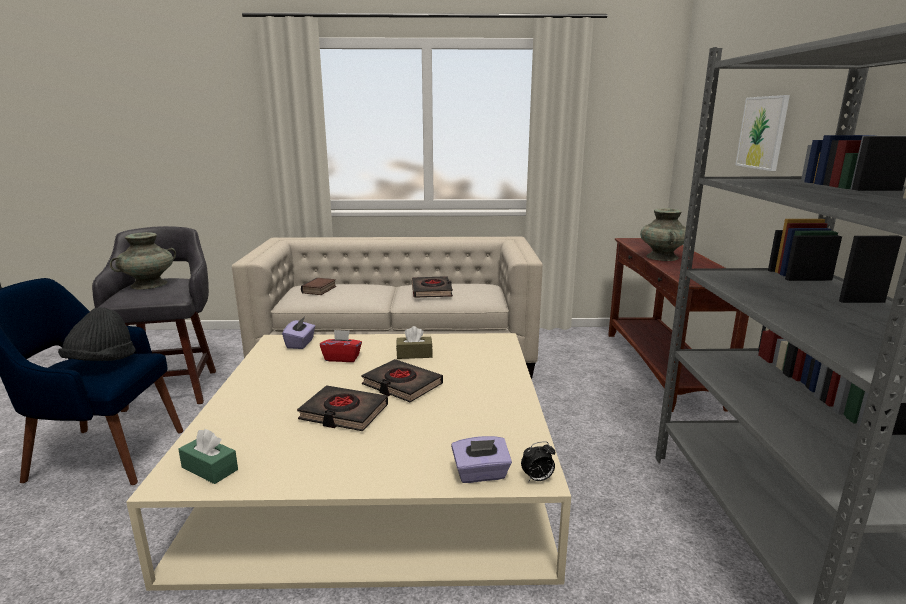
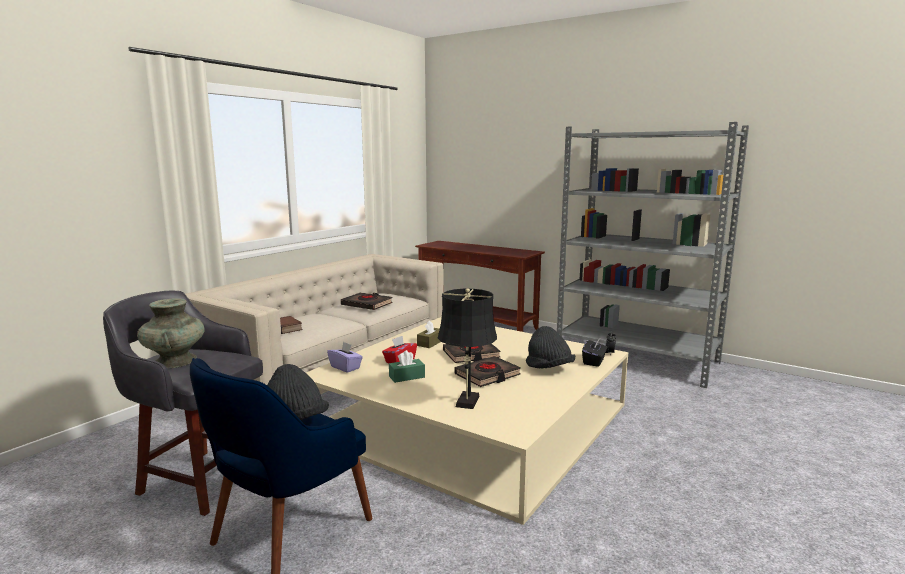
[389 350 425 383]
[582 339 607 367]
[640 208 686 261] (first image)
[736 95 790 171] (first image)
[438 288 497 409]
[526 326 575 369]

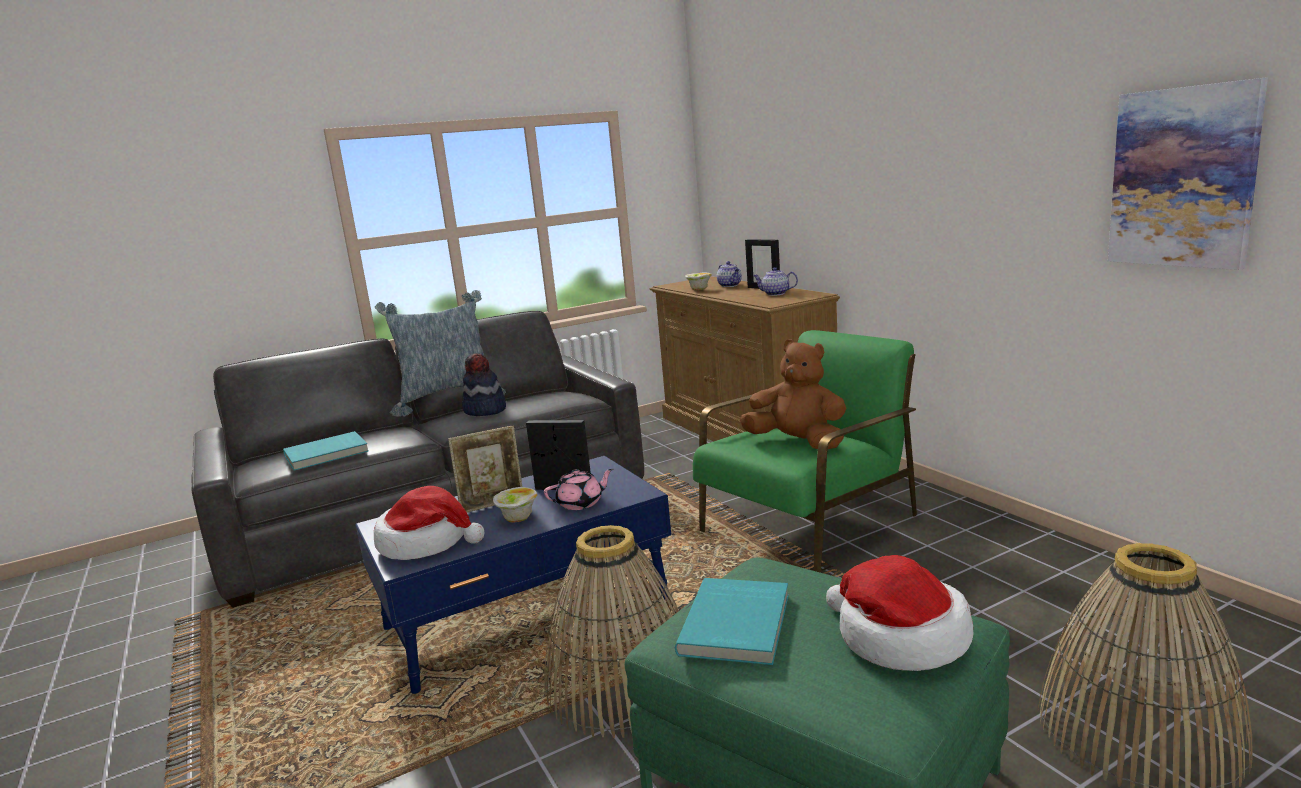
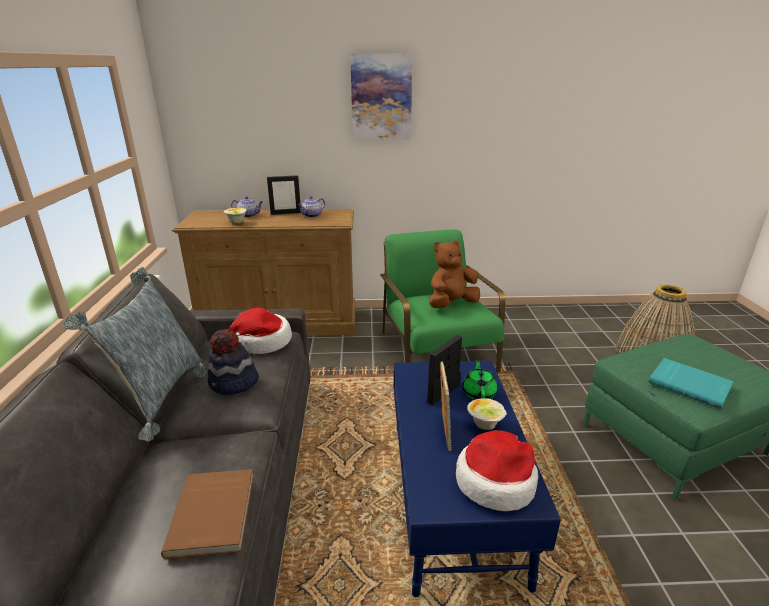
[161 469 254 559]
[462 360 498 400]
[544 525 679 738] (first image)
[229 308 292 354]
[350 53 413 140]

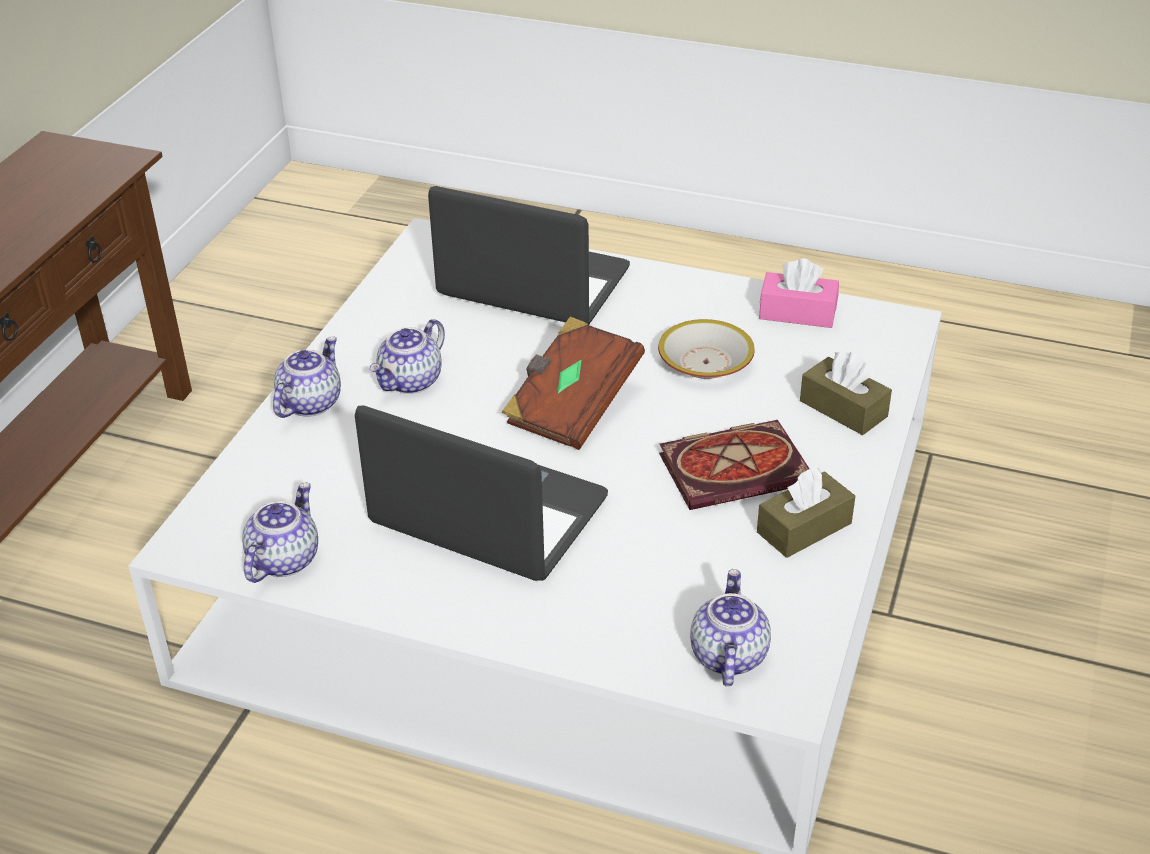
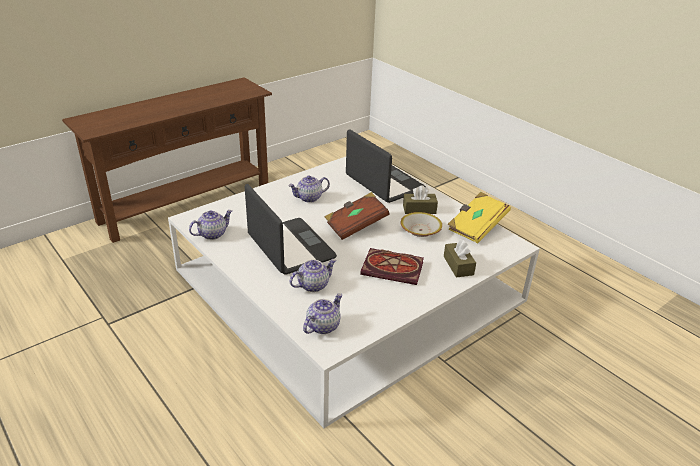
[290 259 337 292]
[403 185 438 214]
[448 192 511 244]

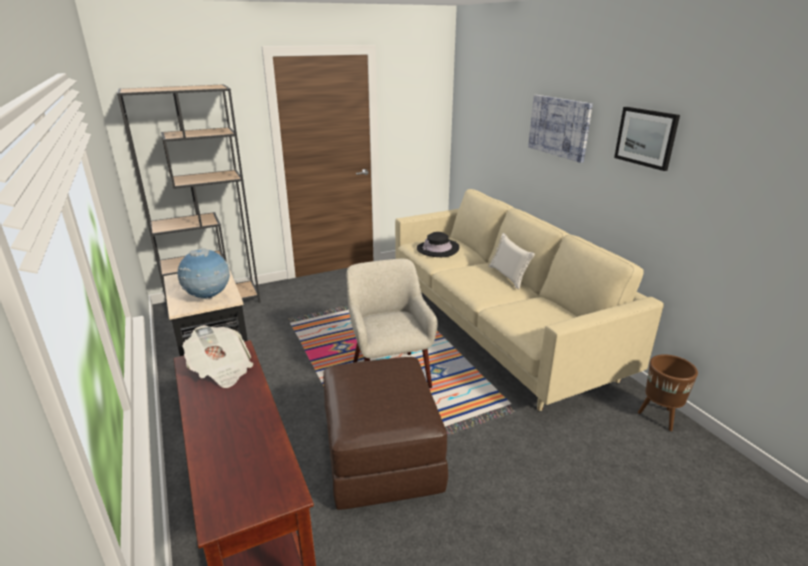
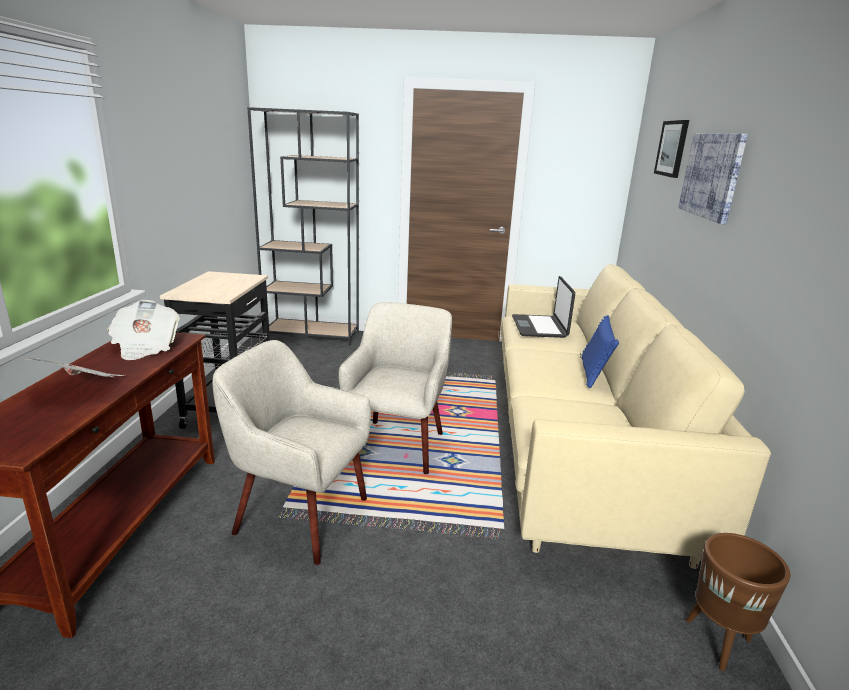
[177 248 230 299] (first image)
[212 340 371 565]
[512 276 575 338]
[580 315 619 388]
[654 120 689 178]
[25 357 124 377]

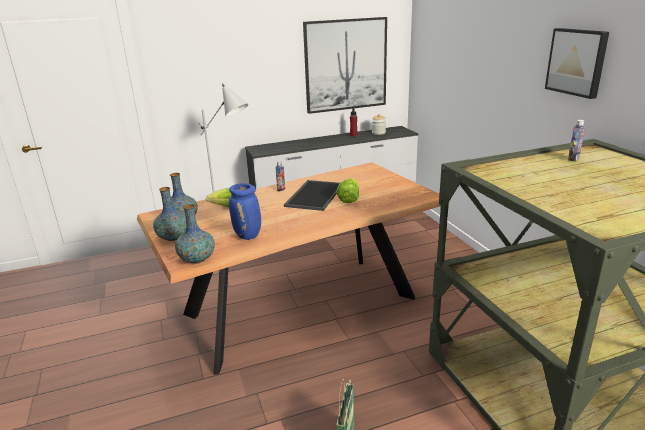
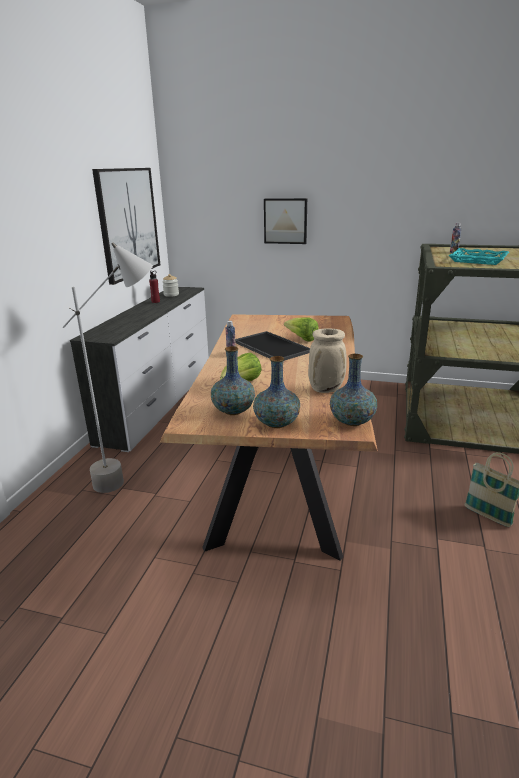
[308 329 347 393]
[264 198 307 244]
[449 248 509 265]

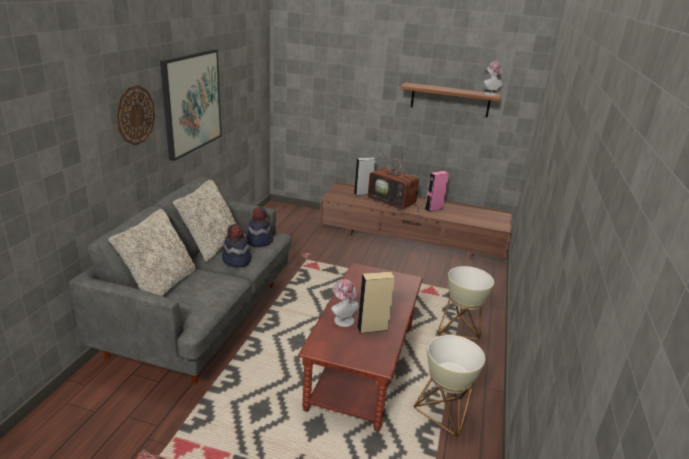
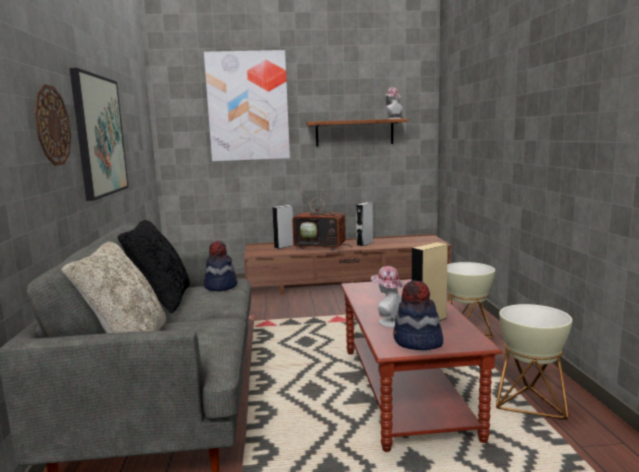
[118 220 190 313]
[393 281 443 350]
[356 202 373 246]
[204 50 290 161]

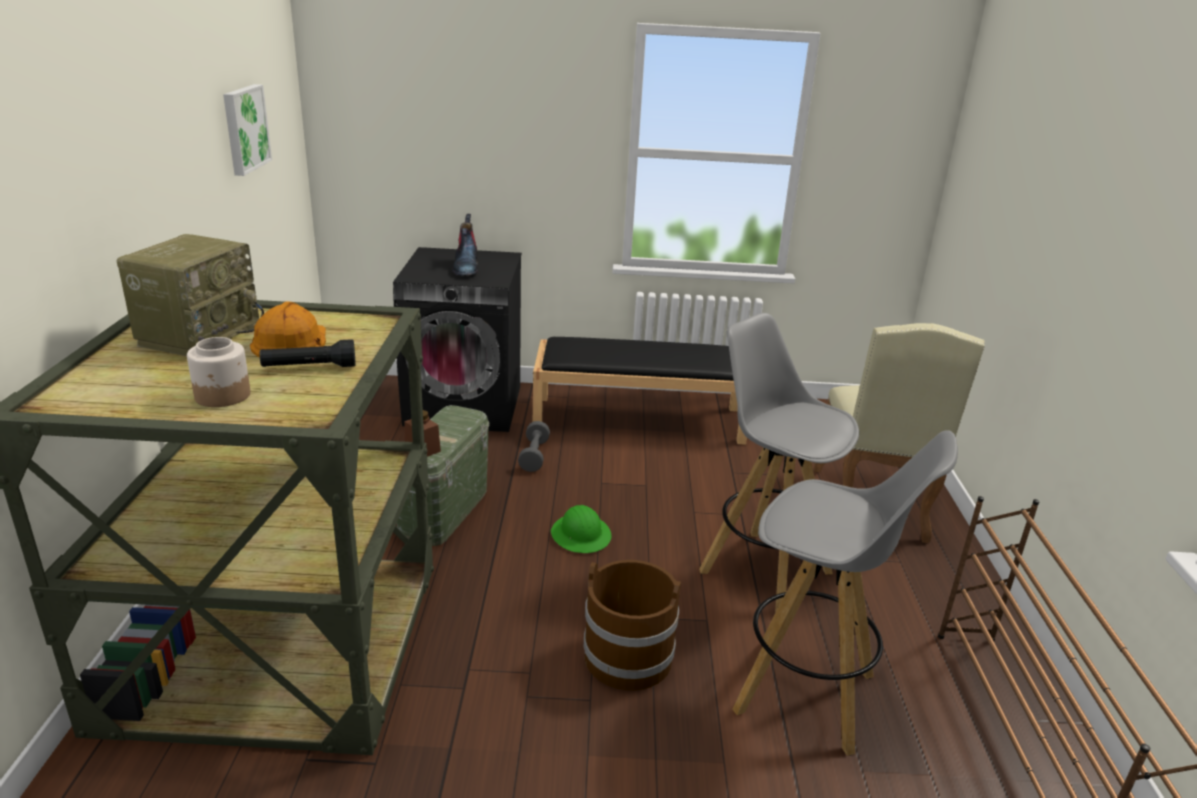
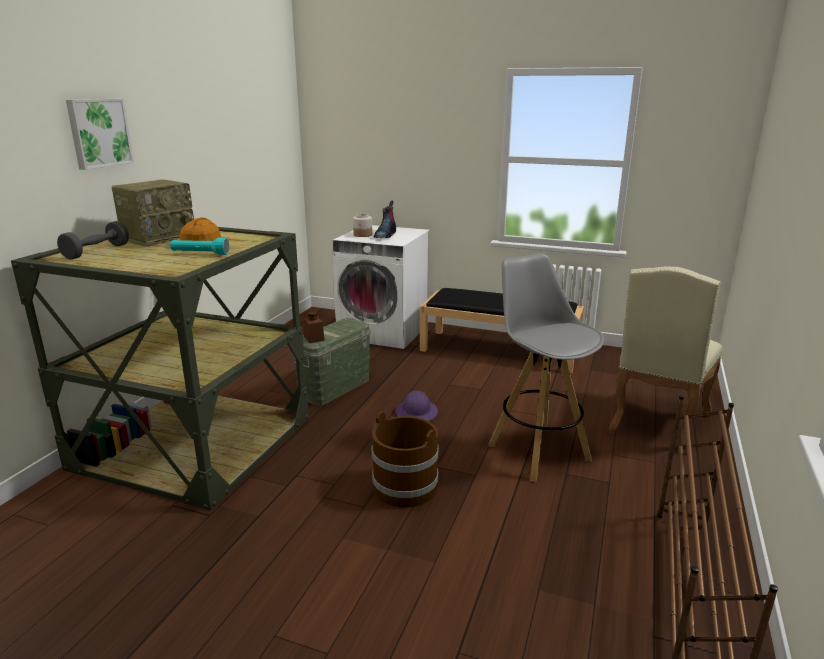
[353 213 372 237]
[66 99 134 170]
[170 238 229 255]
[333 225 430 349]
[57 221 129 260]
[395 390 438 421]
[732 430 958 756] (first image)

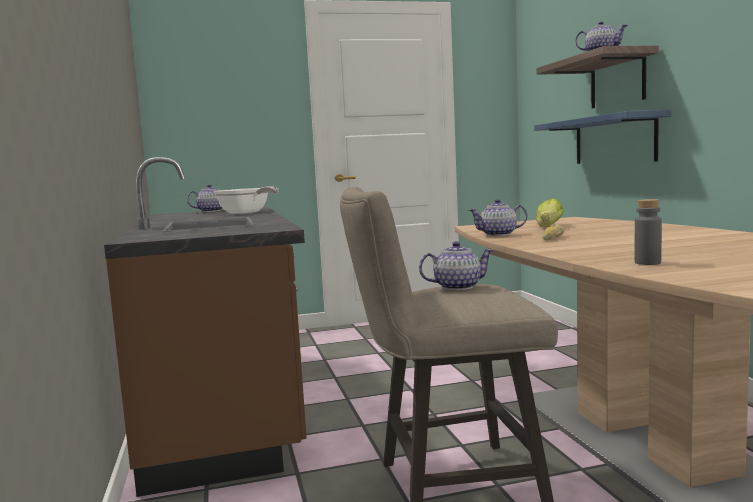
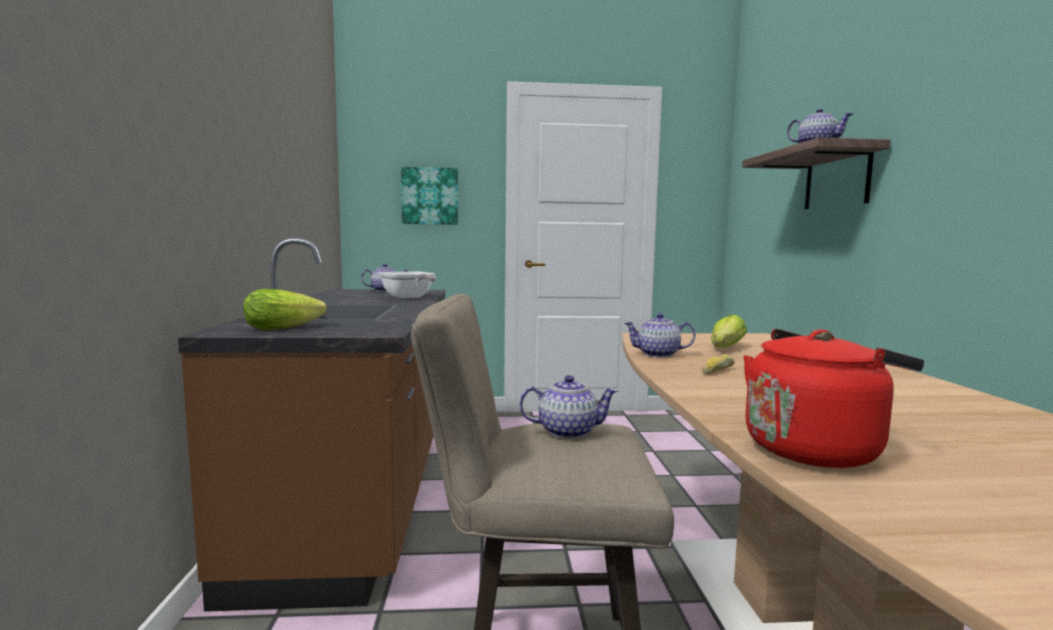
[534 109 672 164] (first image)
[743 329 924 468]
[243 289 327 330]
[401 167 458 225]

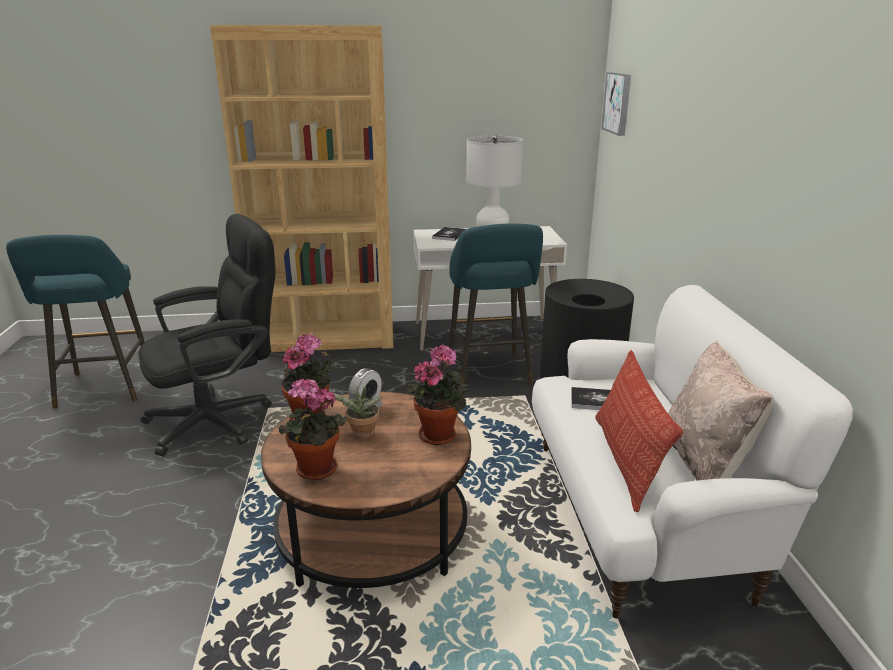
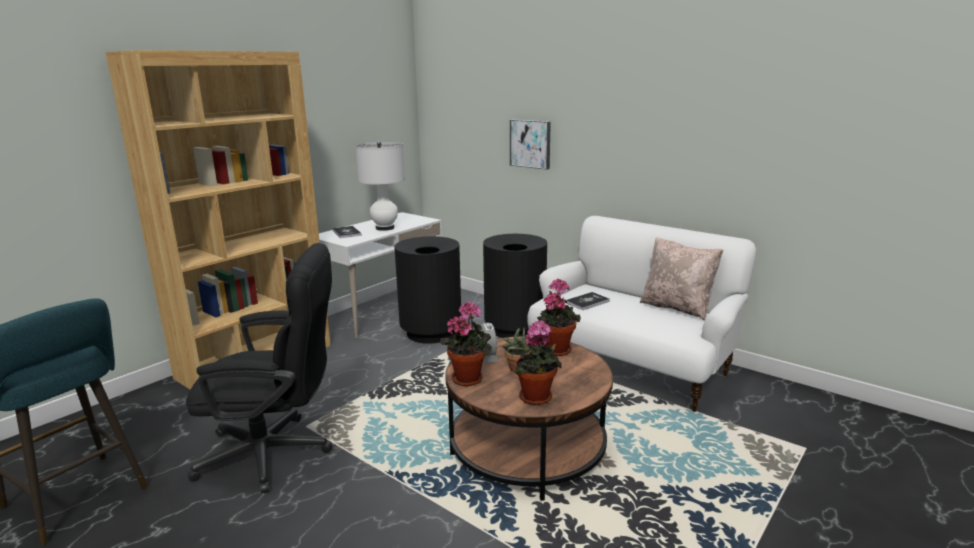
[186 243 333 494]
[394 236 461 344]
[595 350 683 512] (first image)
[510 120 551 170]

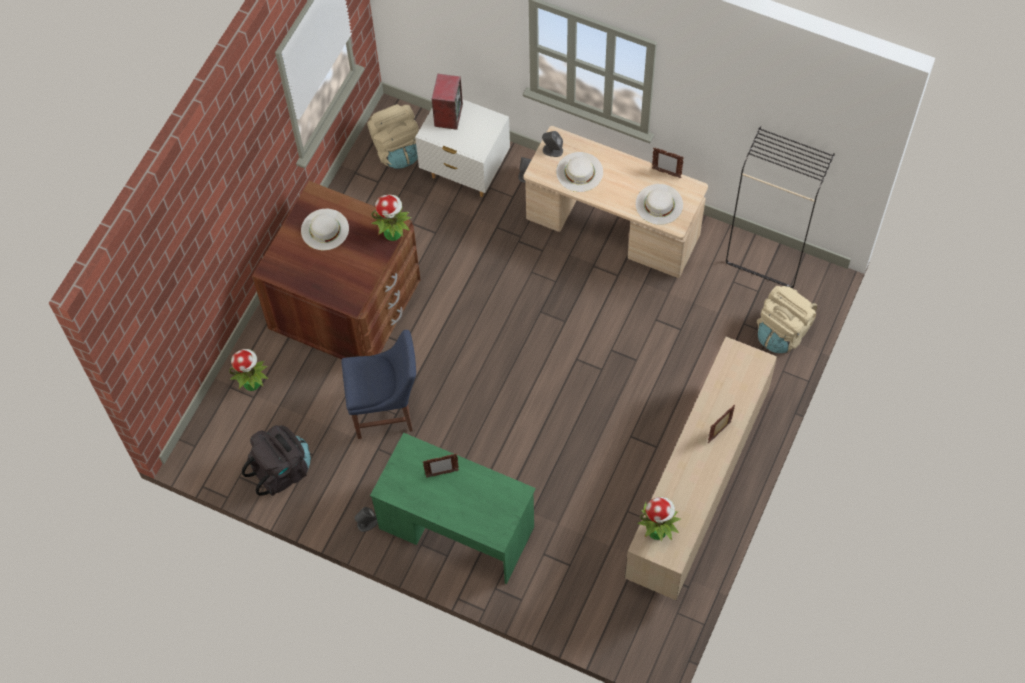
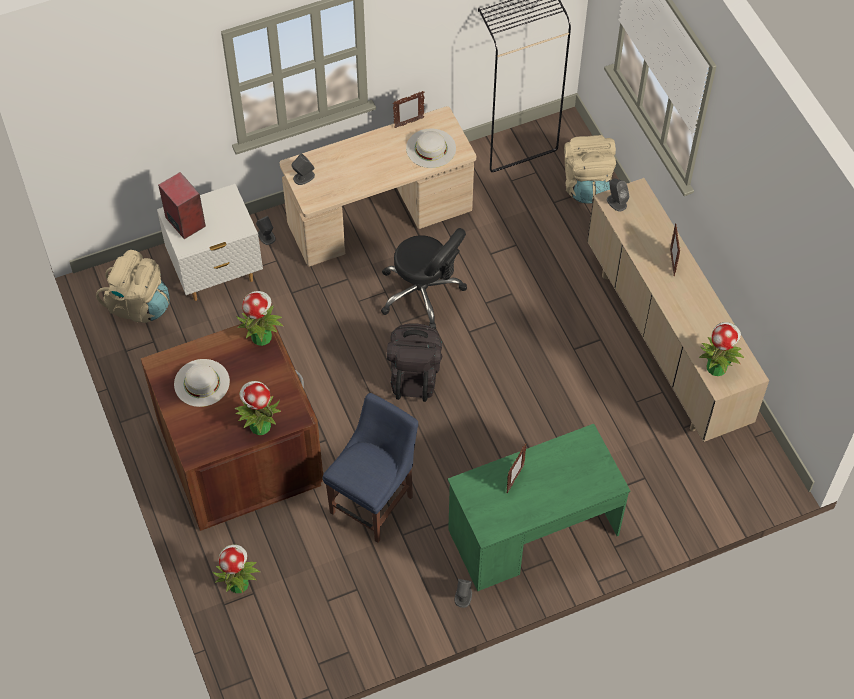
[387 323 442 402]
[556 152 603 192] (first image)
[234 381 281 435]
[381 228 467 329]
[607 178 629 212]

